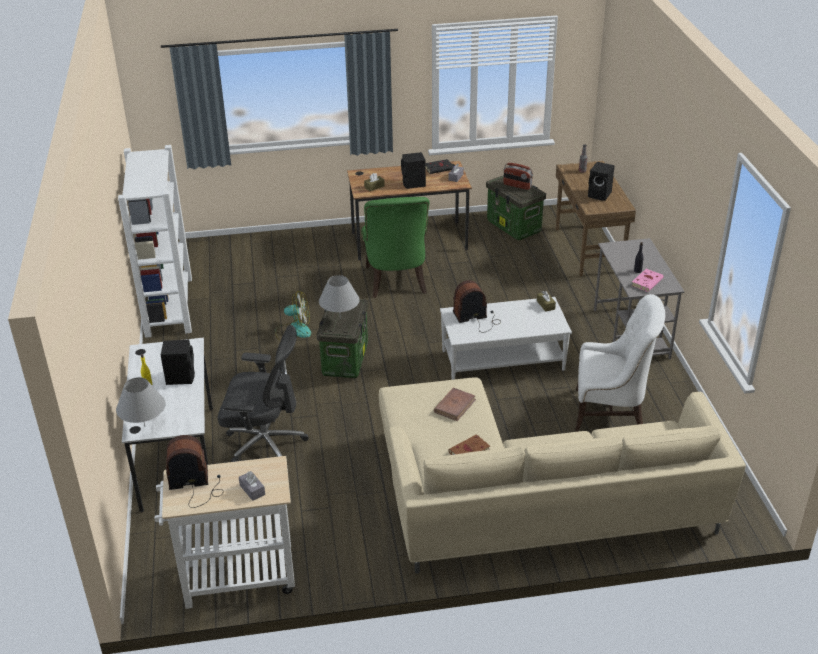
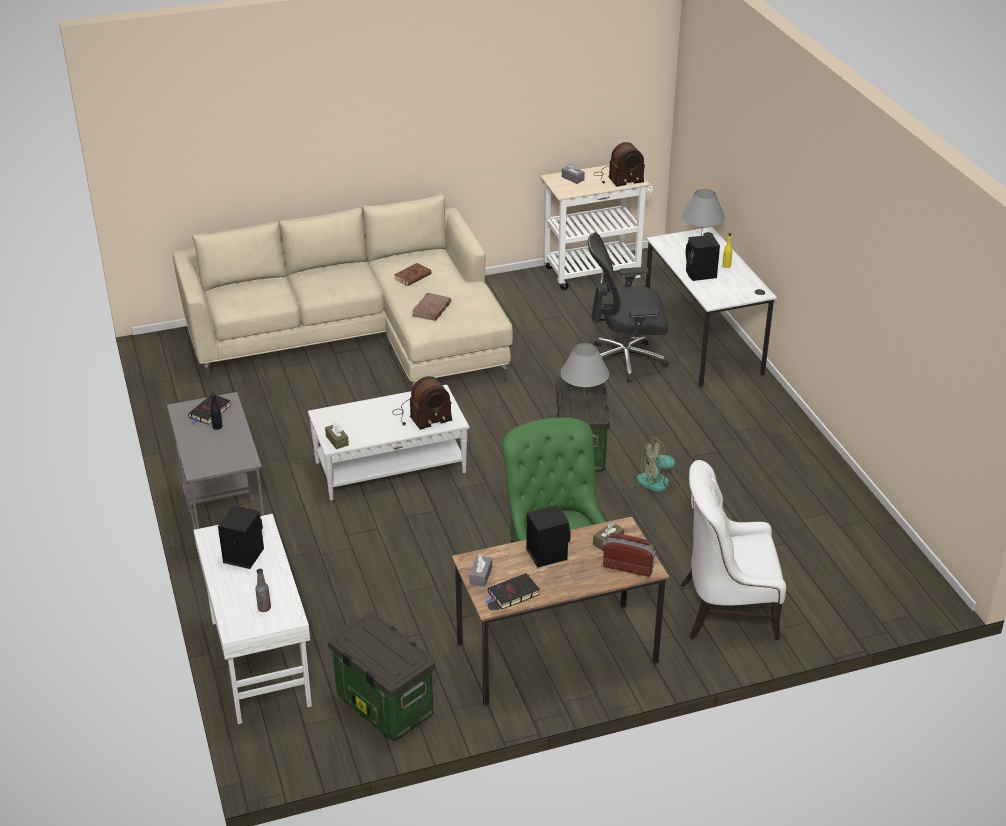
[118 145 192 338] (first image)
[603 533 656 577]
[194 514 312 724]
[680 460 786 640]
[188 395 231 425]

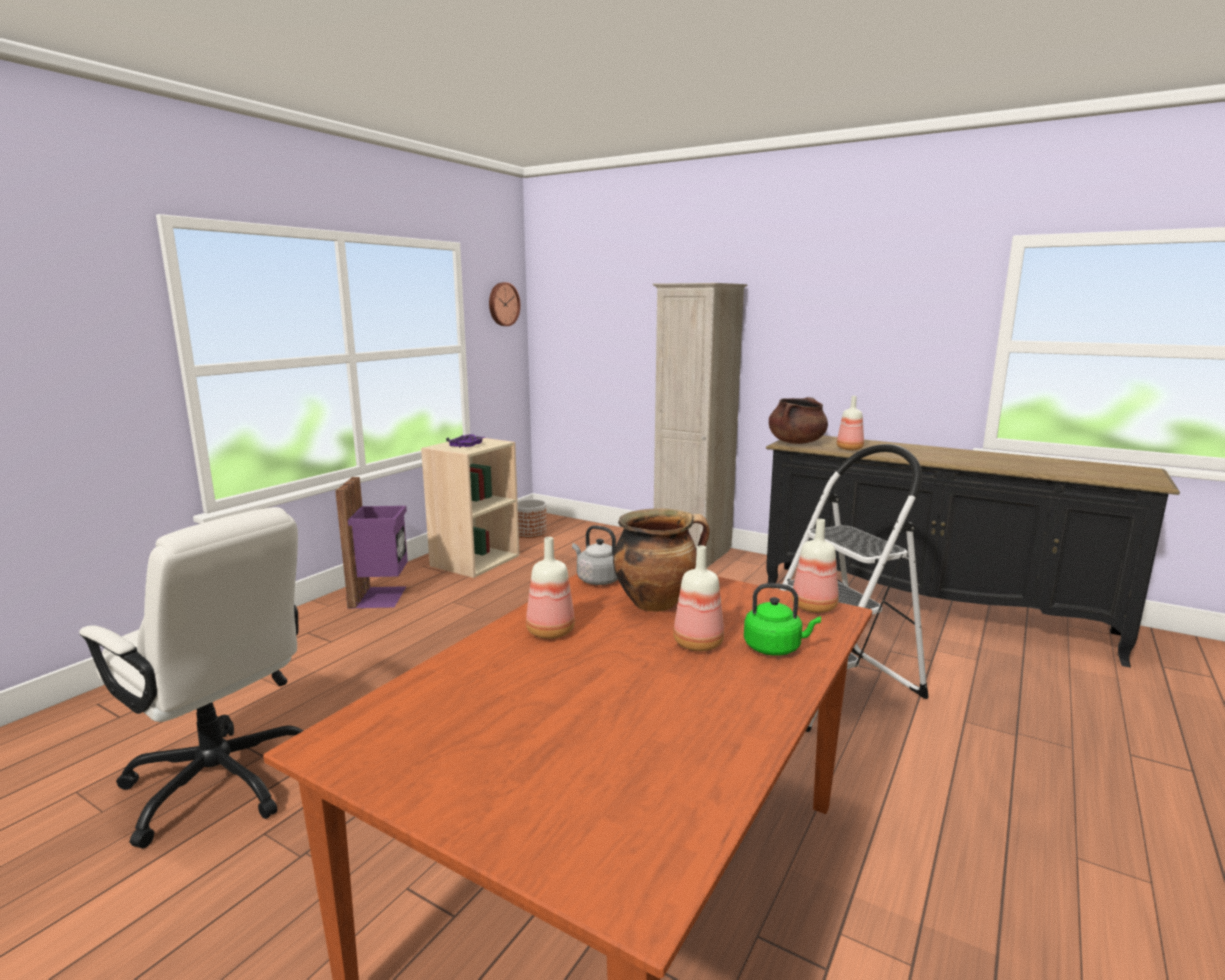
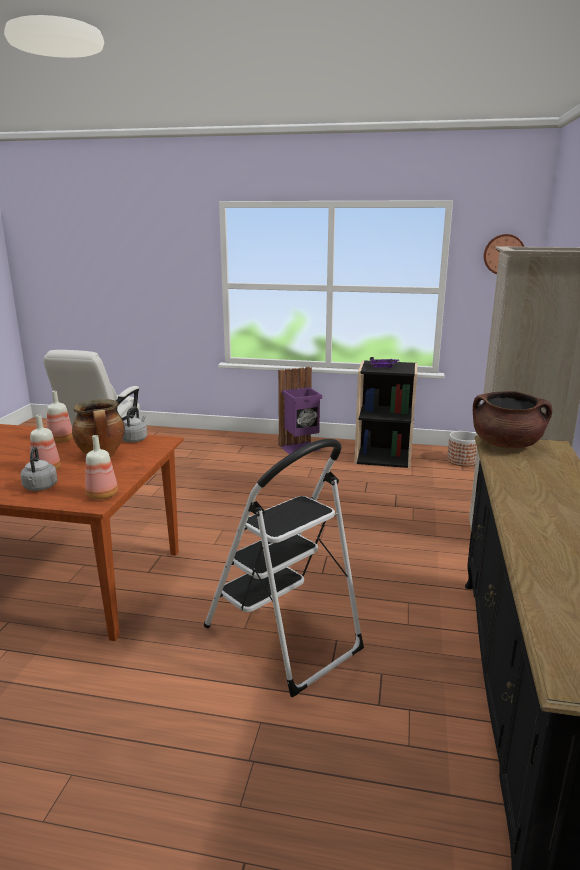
[354 360 418 468]
[20 447 57 491]
[837 396 864 450] (first image)

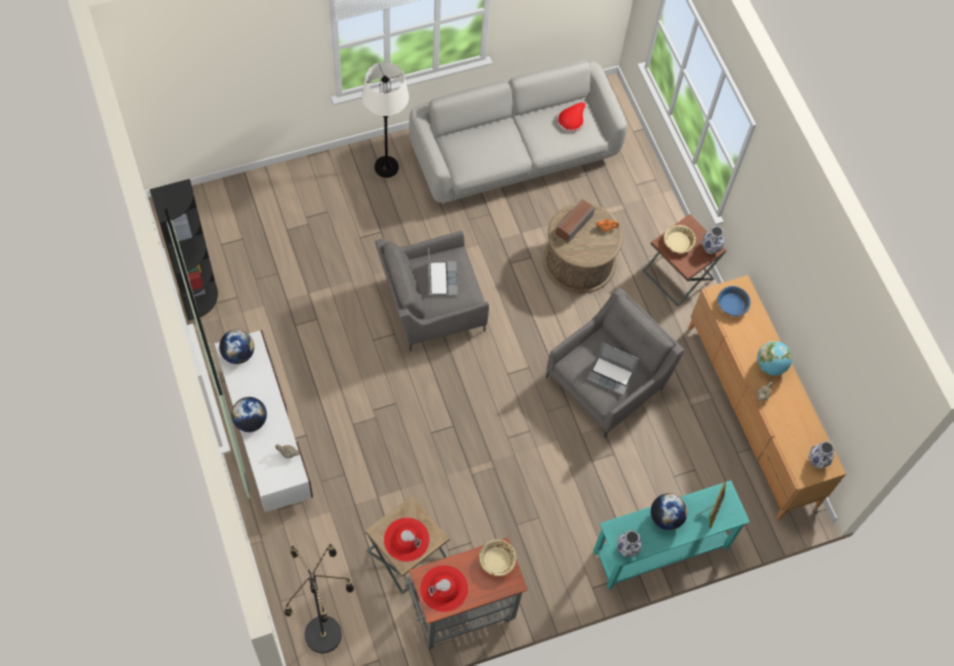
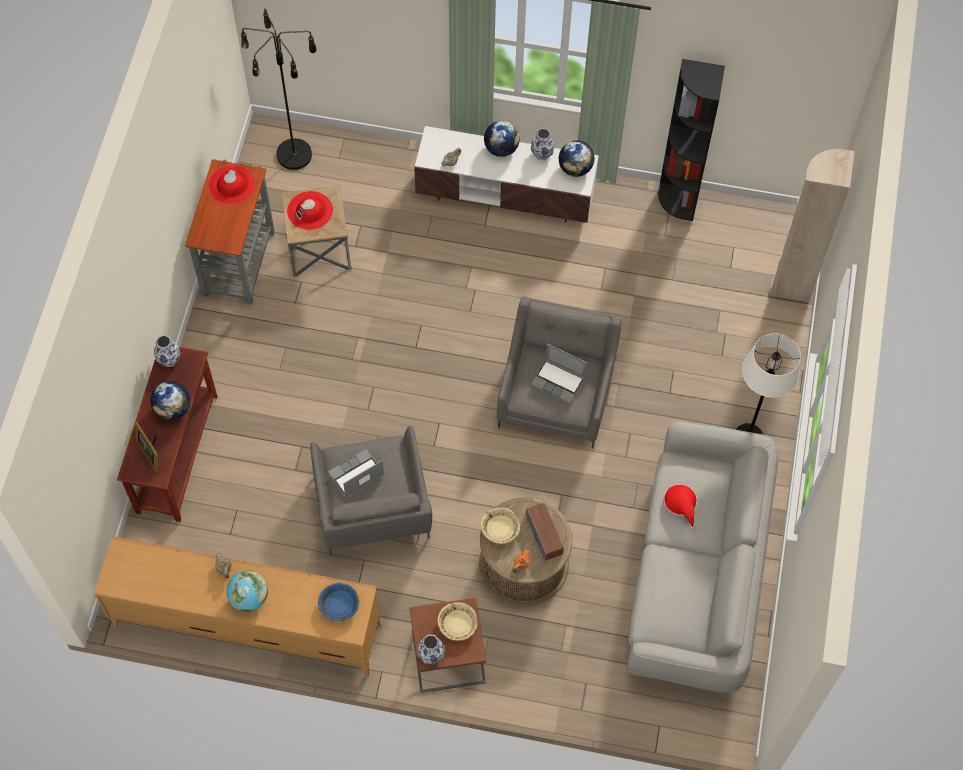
[481 507 520 544]
[663 484 697 530]
[117 347 218 522]
[531 129 555 161]
[769 149 854 302]

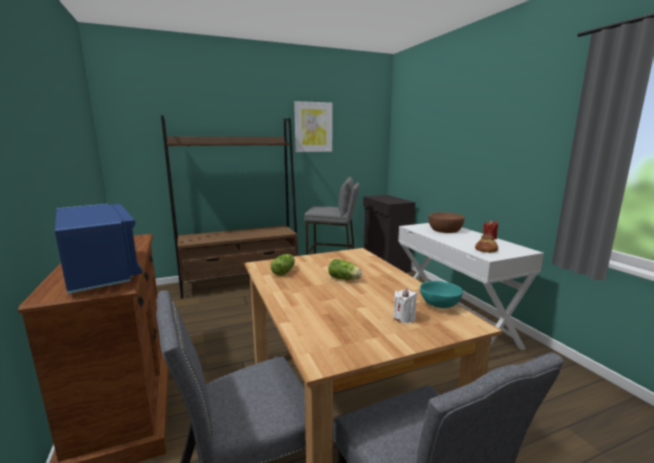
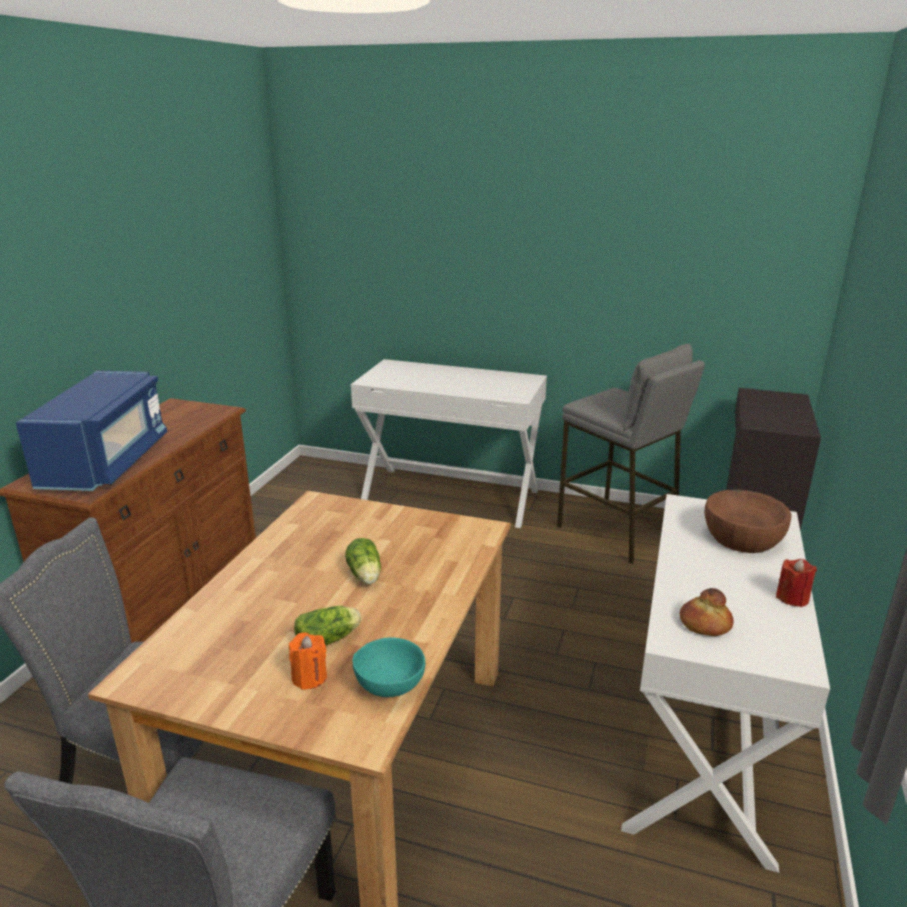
[351 359 547 528]
[294 606 361 645]
[294 101 333 152] (first image)
[289 633 327 690]

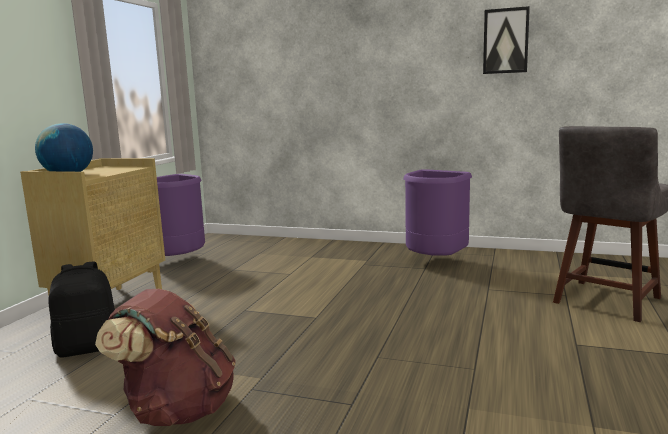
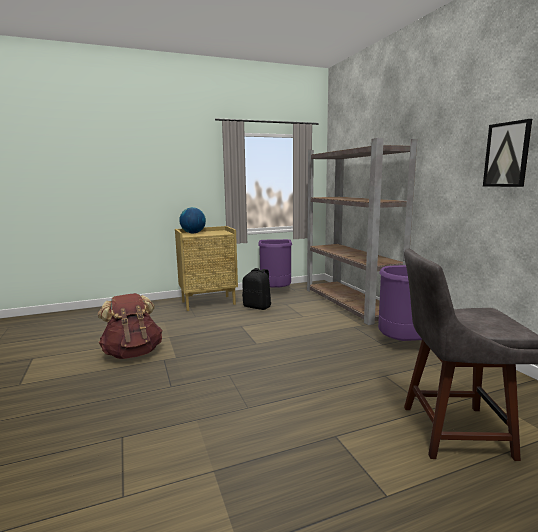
[242 268 271 310]
[307 138 417 326]

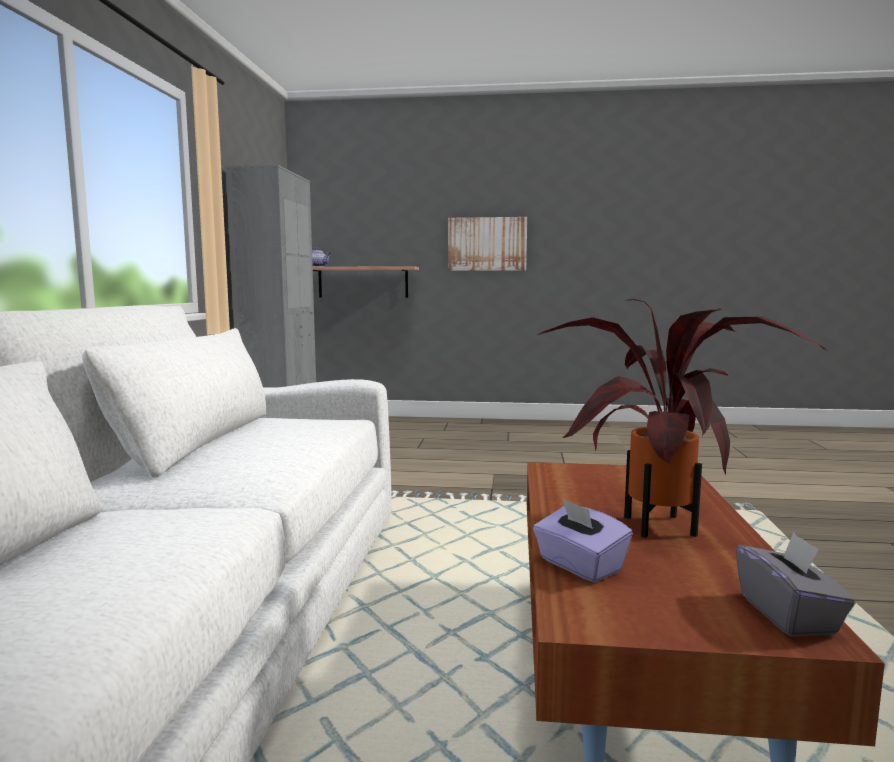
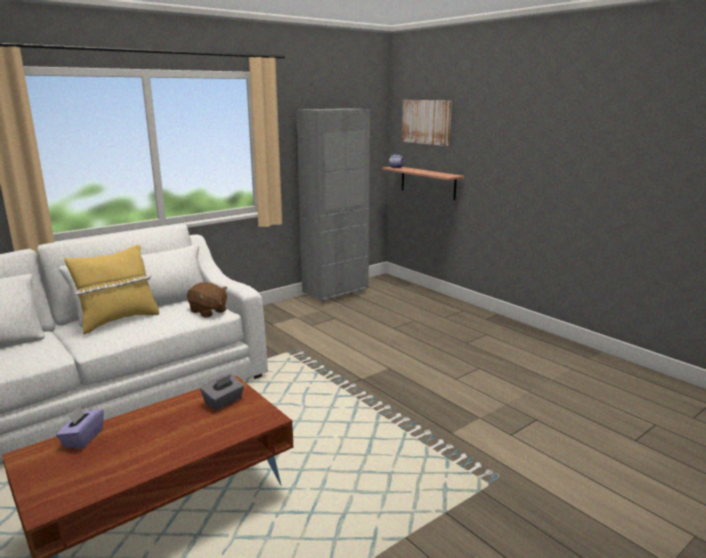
[402 100 452 146]
[537 299 828 538] (first image)
[200 374 244 410]
[64 245 159 334]
[187 282 227 318]

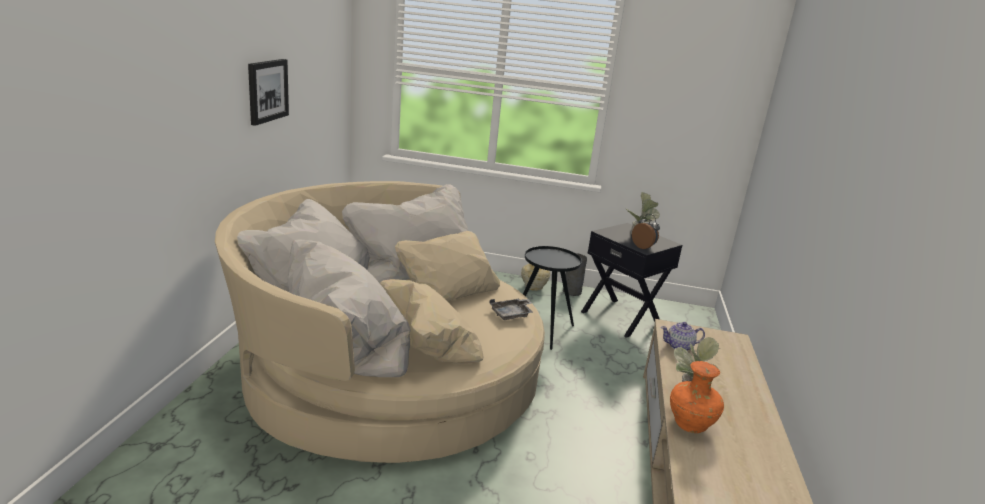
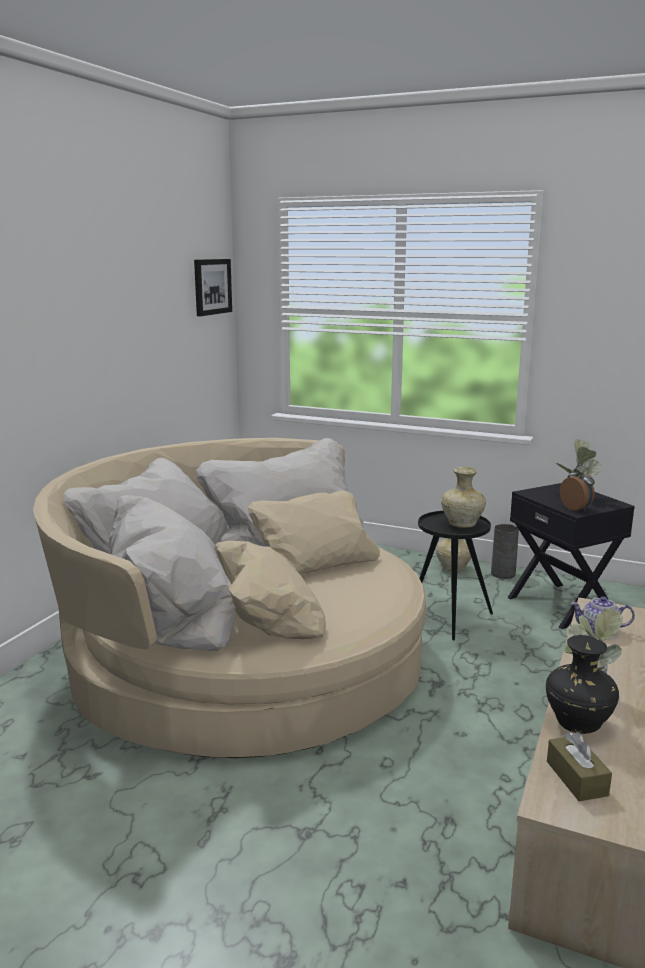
[194 259 232 316]
[489 299 533 320] (first image)
[546 635 619 734]
[441 467 486 528]
[547 732 612 801]

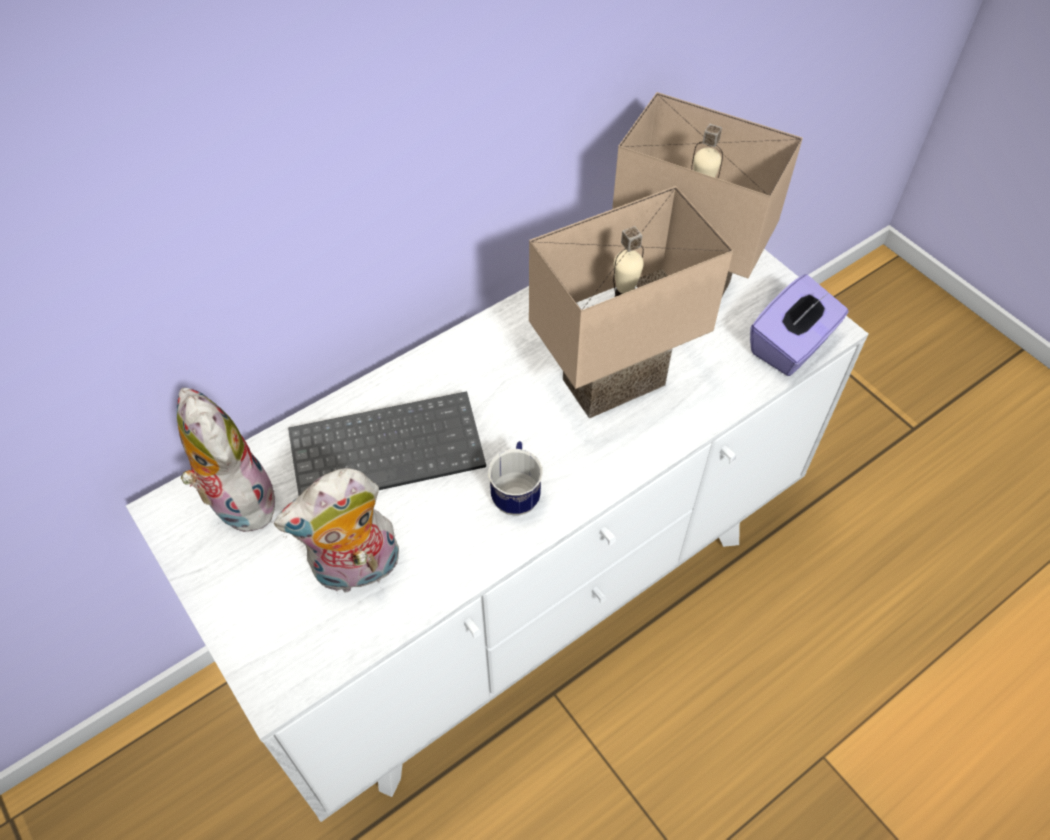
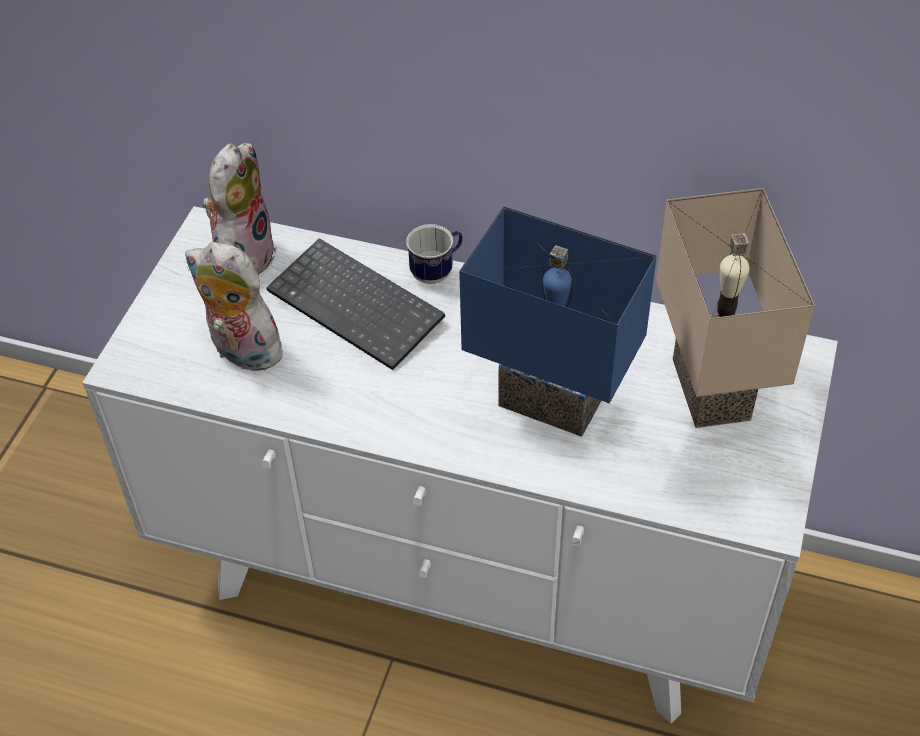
[406 224 463 284]
[459 206 657 437]
[750 274 849 376] (first image)

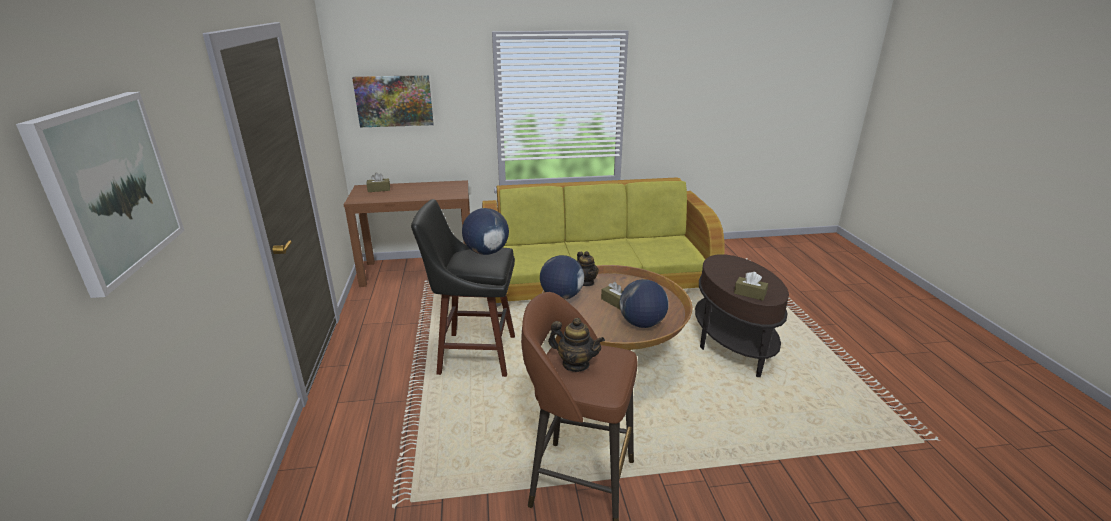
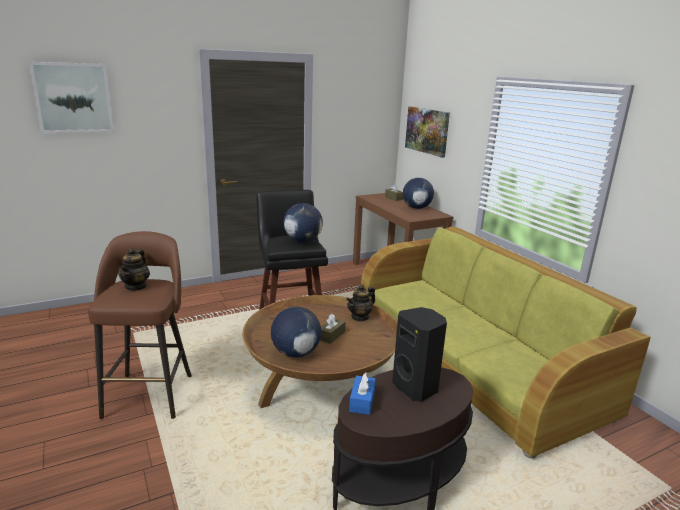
[403 178 434 209]
[349 372 376 415]
[392 307 447 402]

